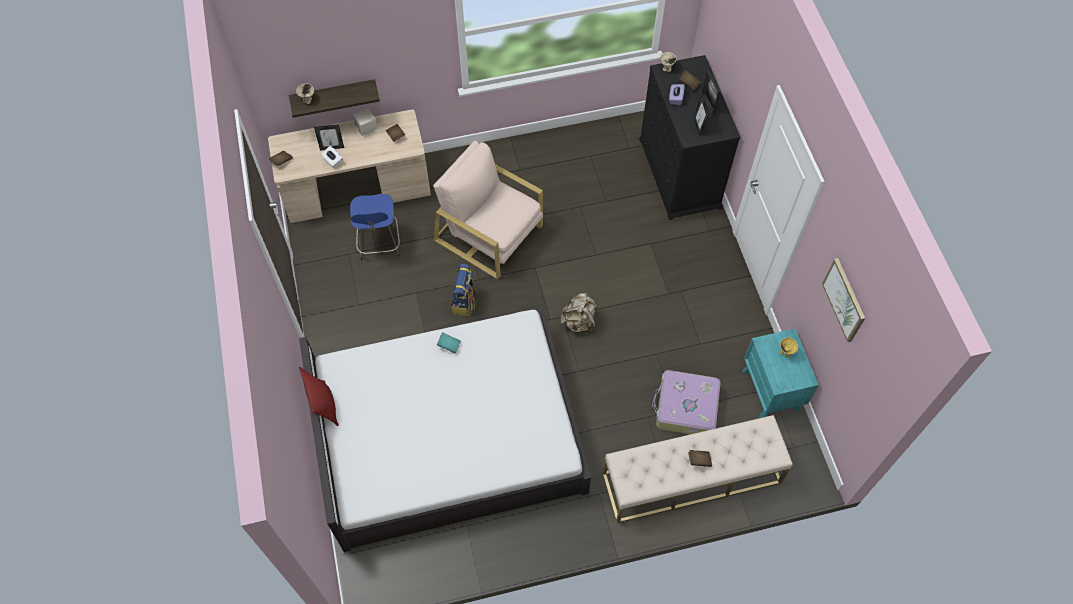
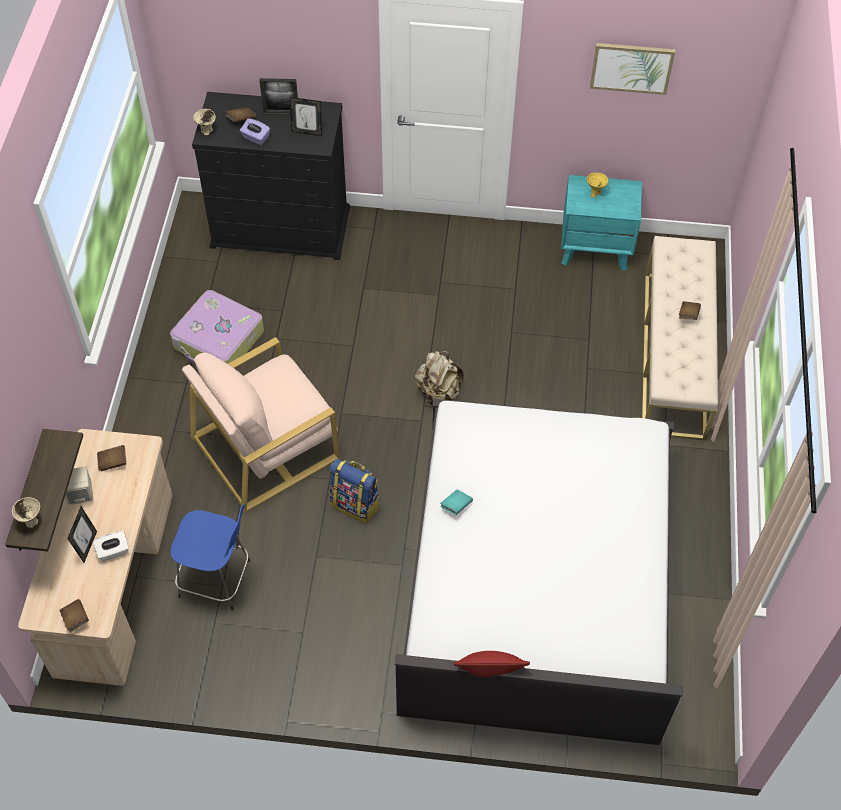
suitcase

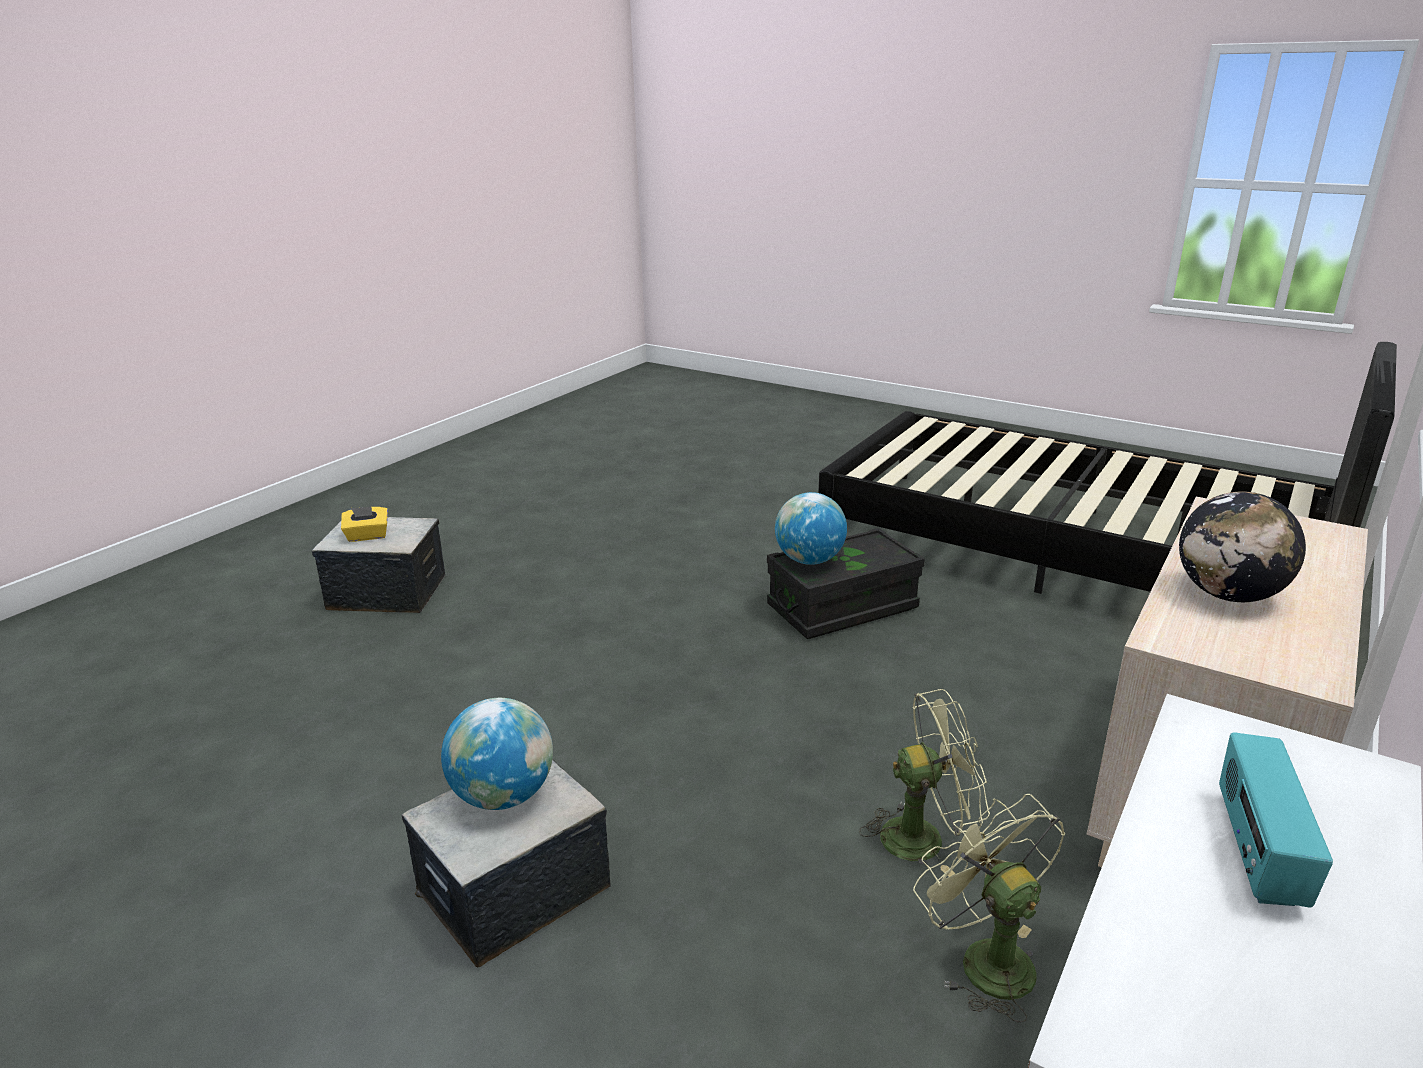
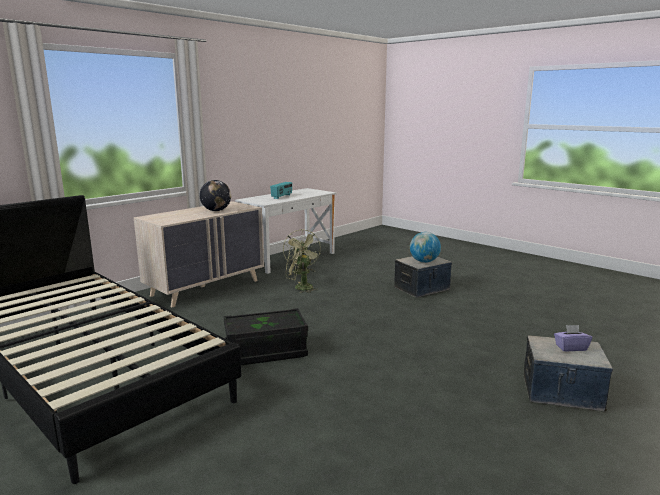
purple tissue box
globe (no. 2 from left in the first image)

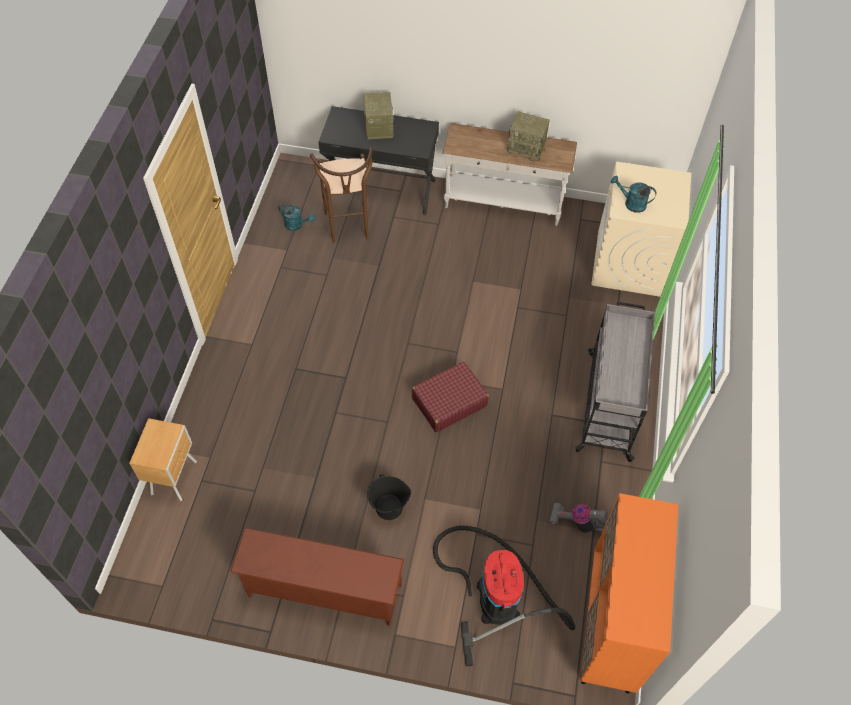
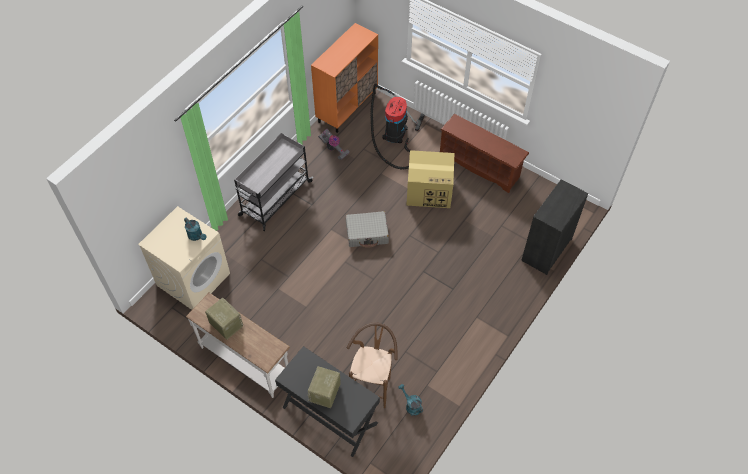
grey suitcase
cardboard box
black dresser

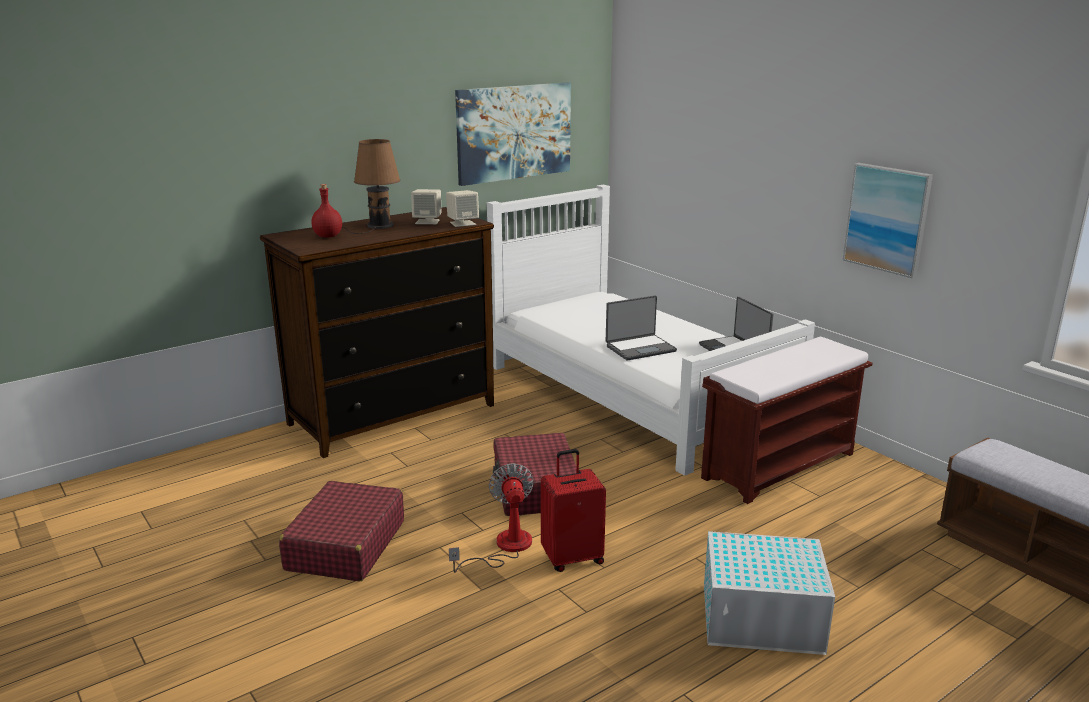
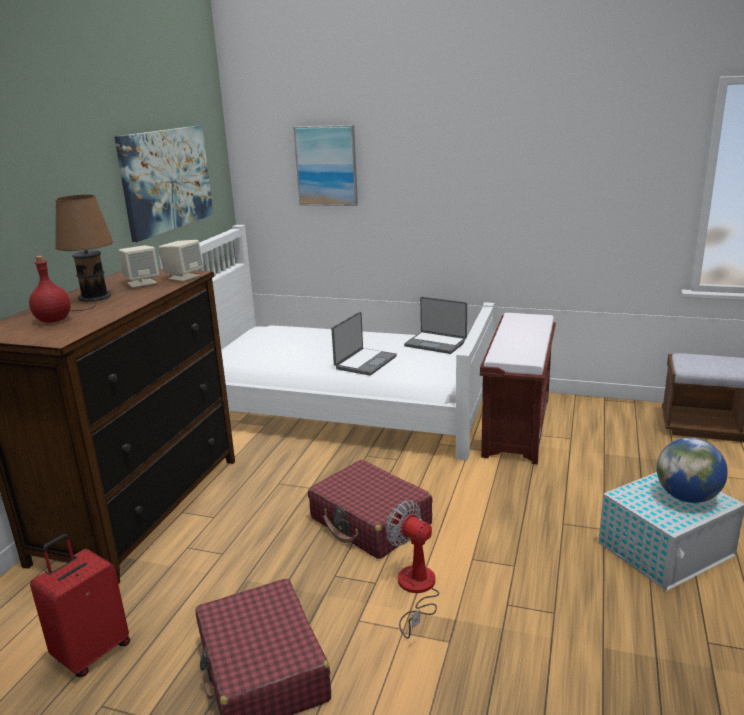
red suitcase (no. 1 from left)
picture (no. 2 from left)
globe

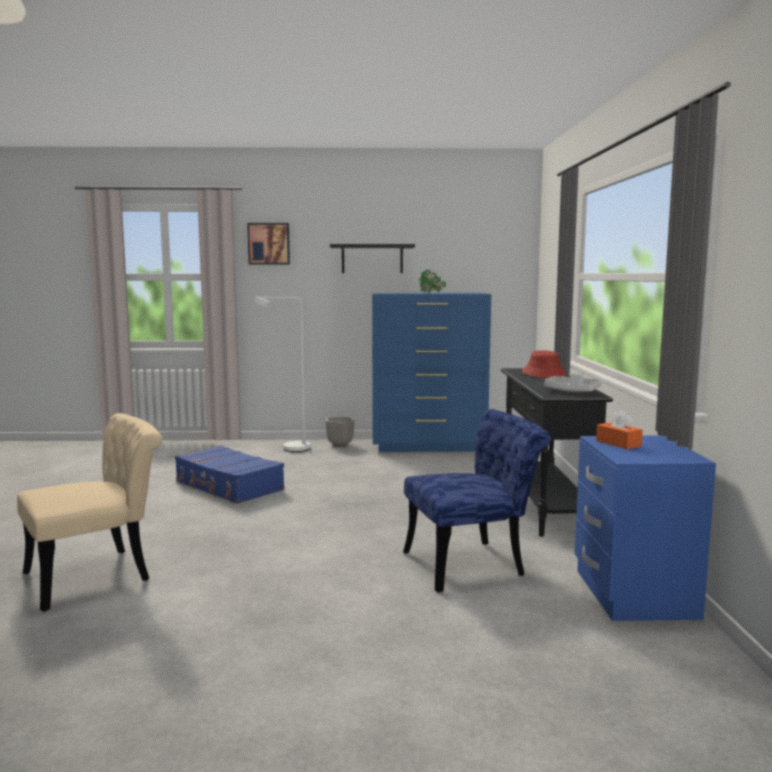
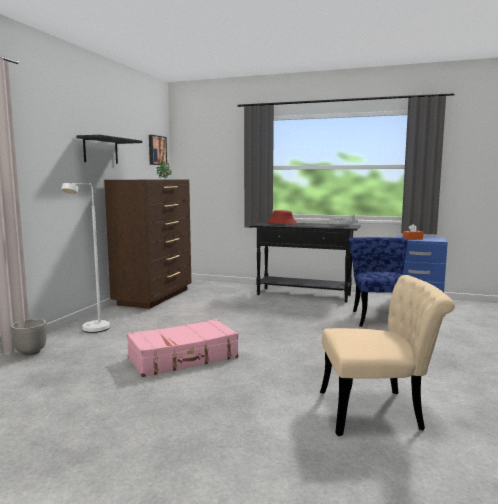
planter
brown dresser
pink suitcase
picture
beige chair

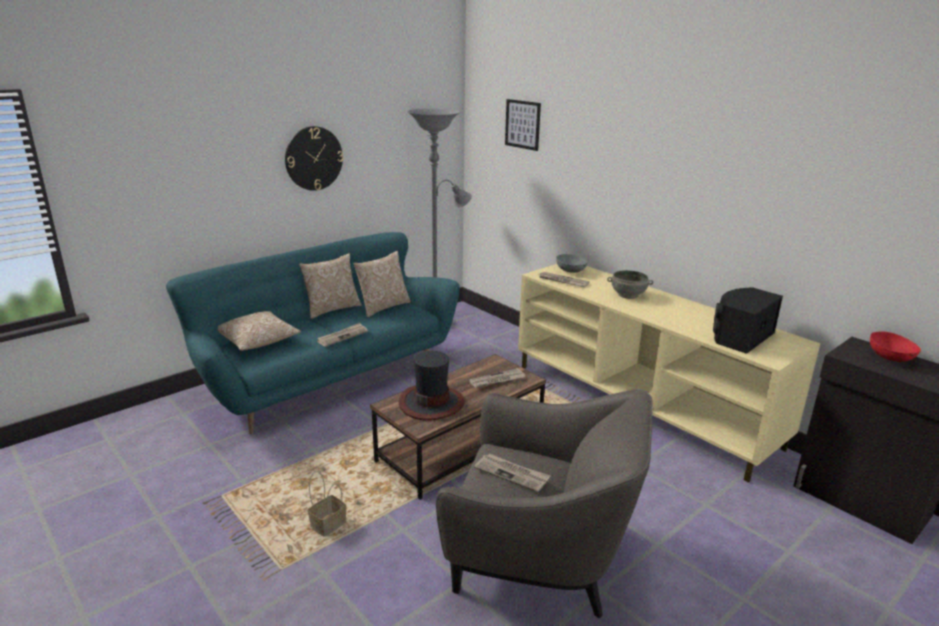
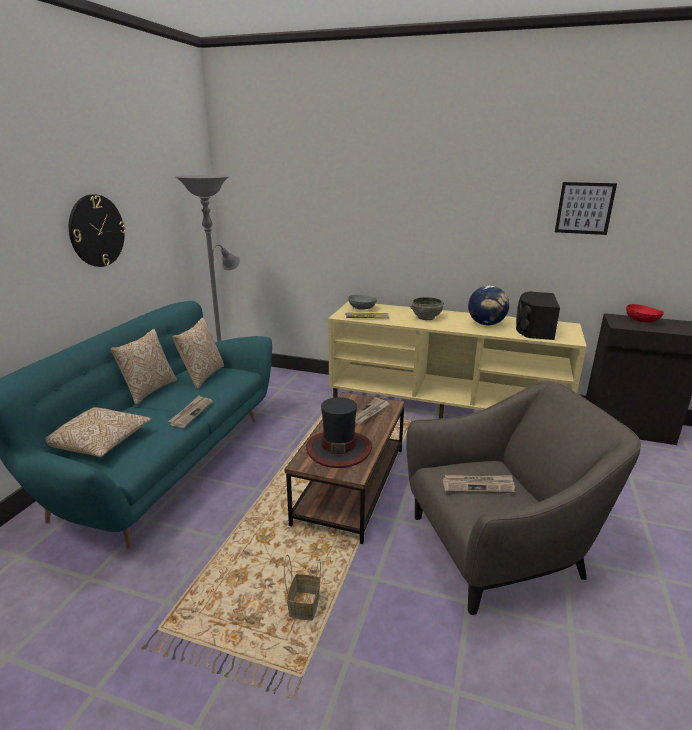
globe
picture

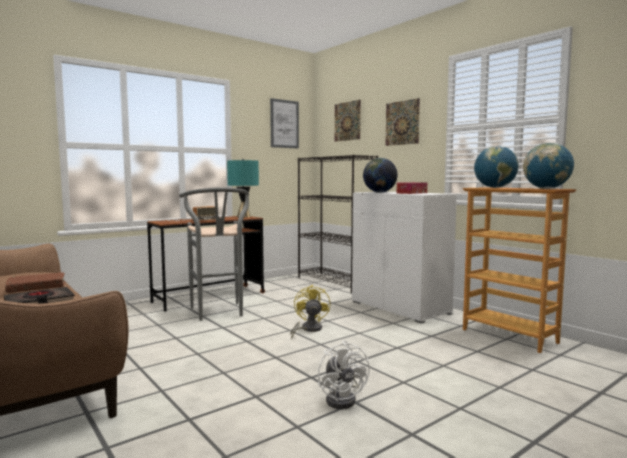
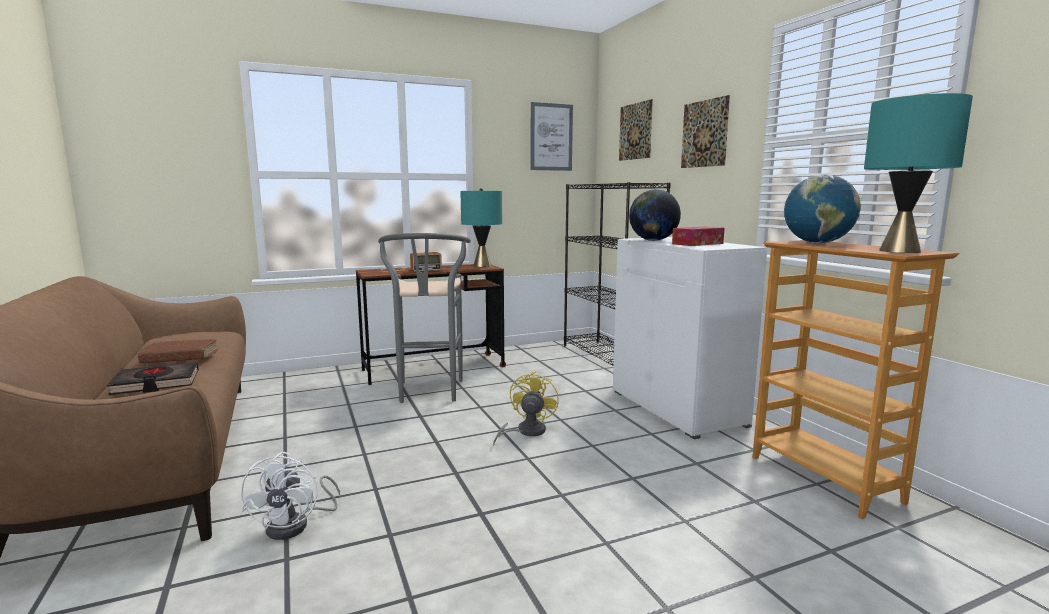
white fan
turquoise table lamp (no. 2 from left)

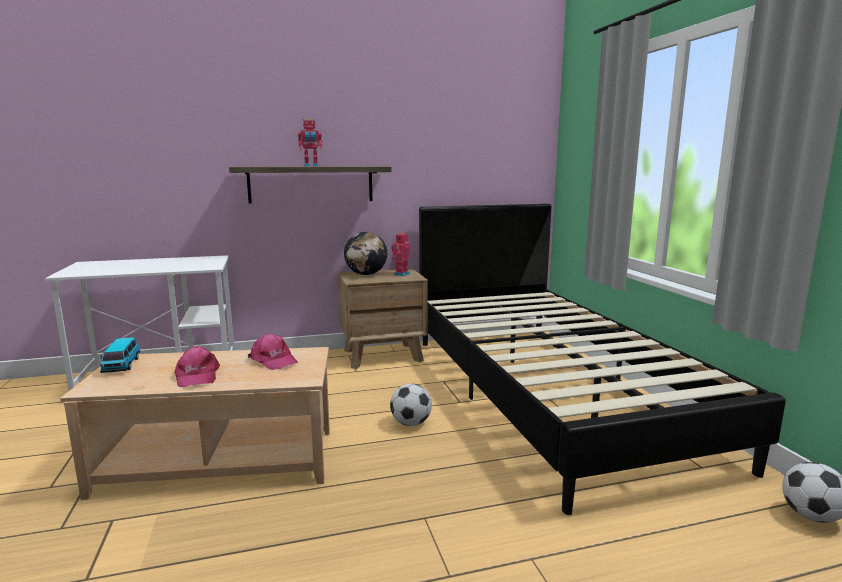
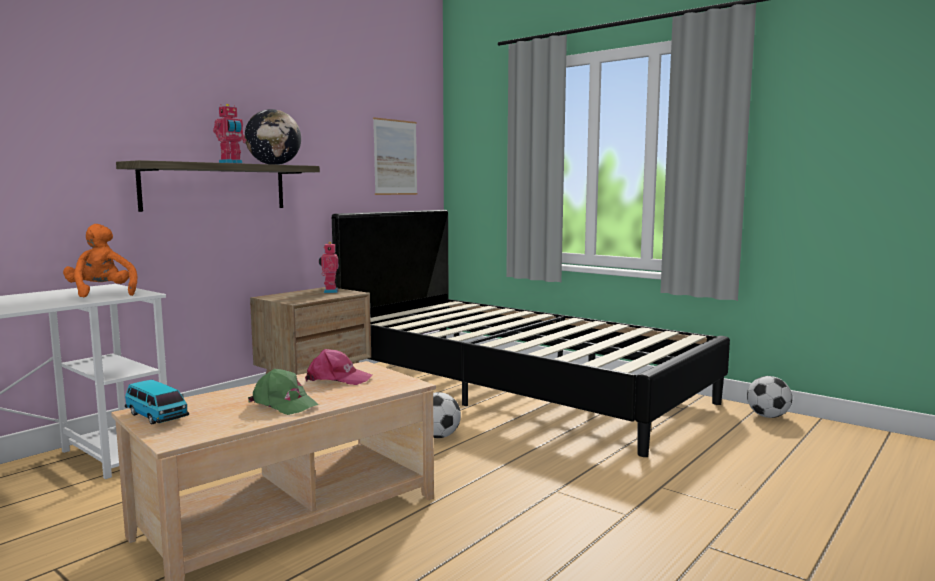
orange plush toy
globe
green cap
picture

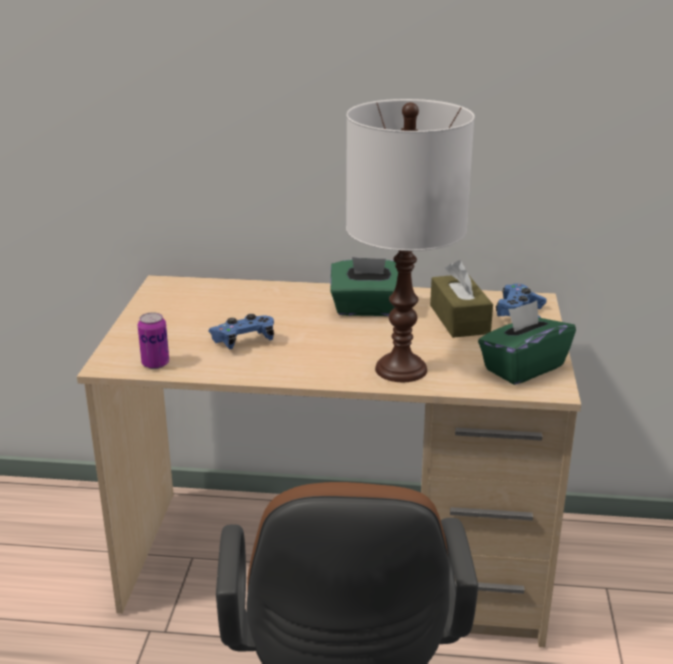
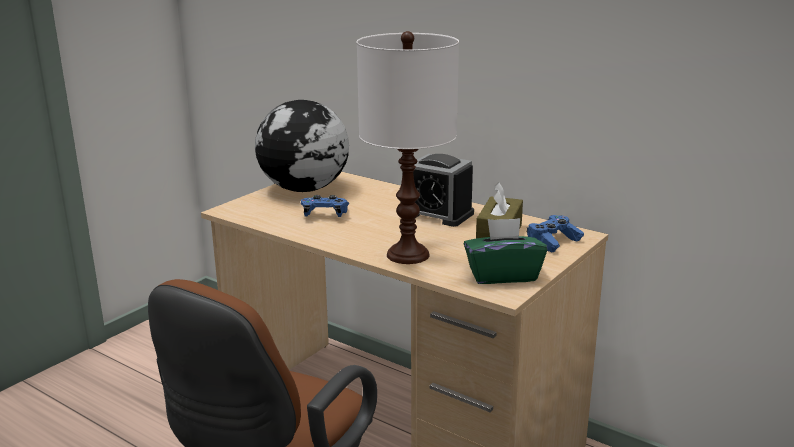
globe
alarm clock
can

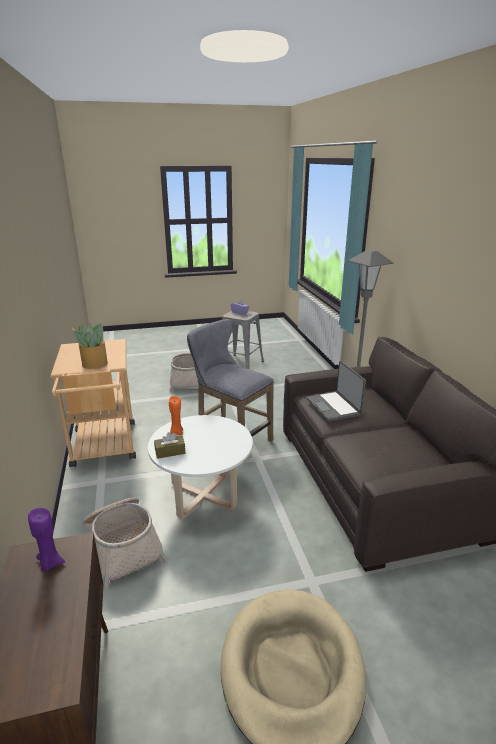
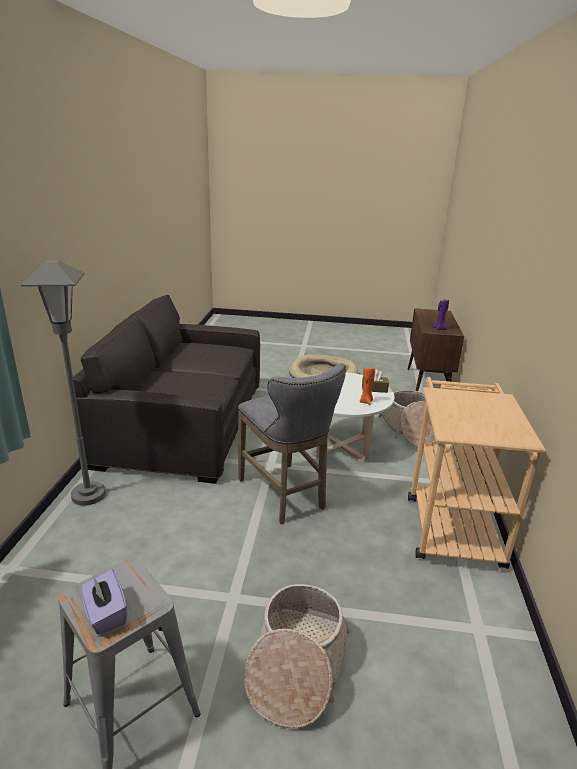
potted plant
laptop

